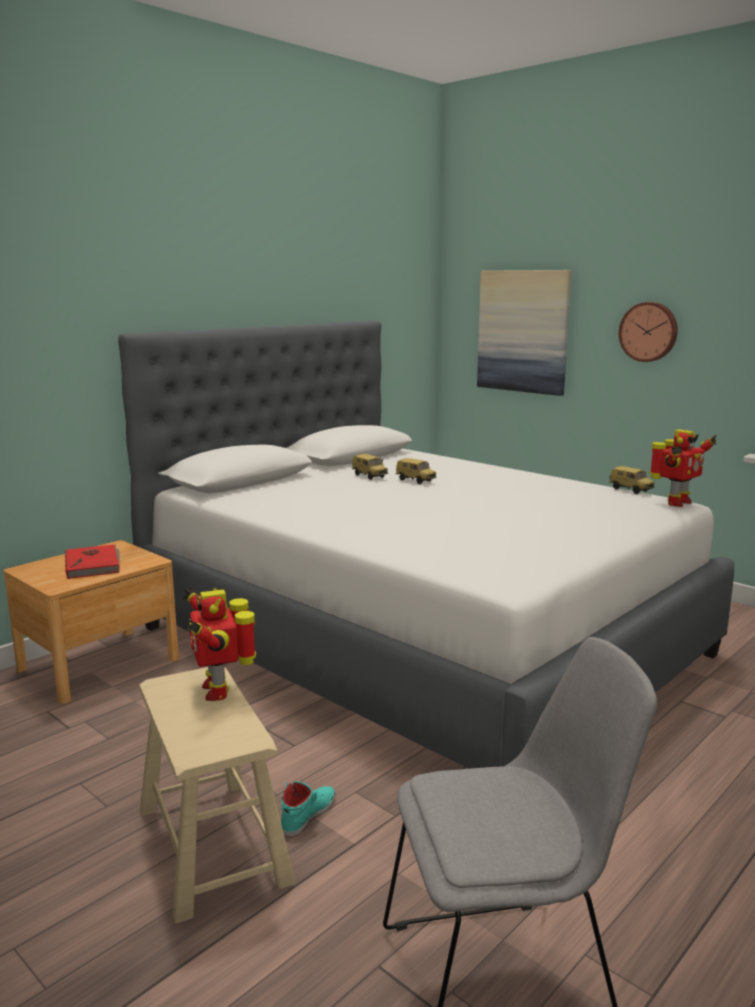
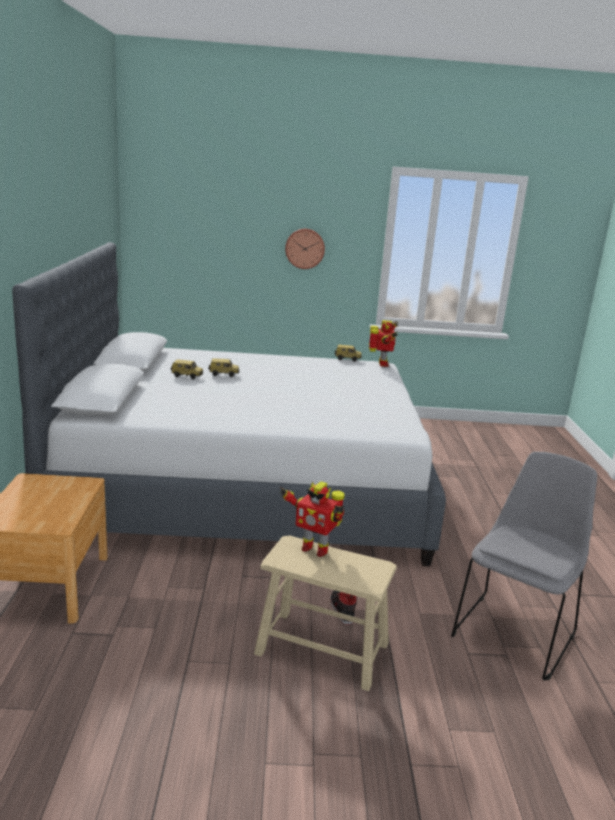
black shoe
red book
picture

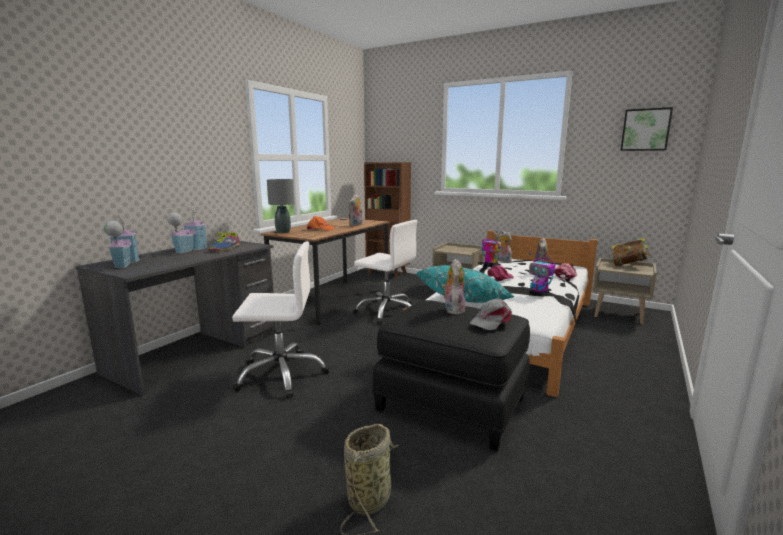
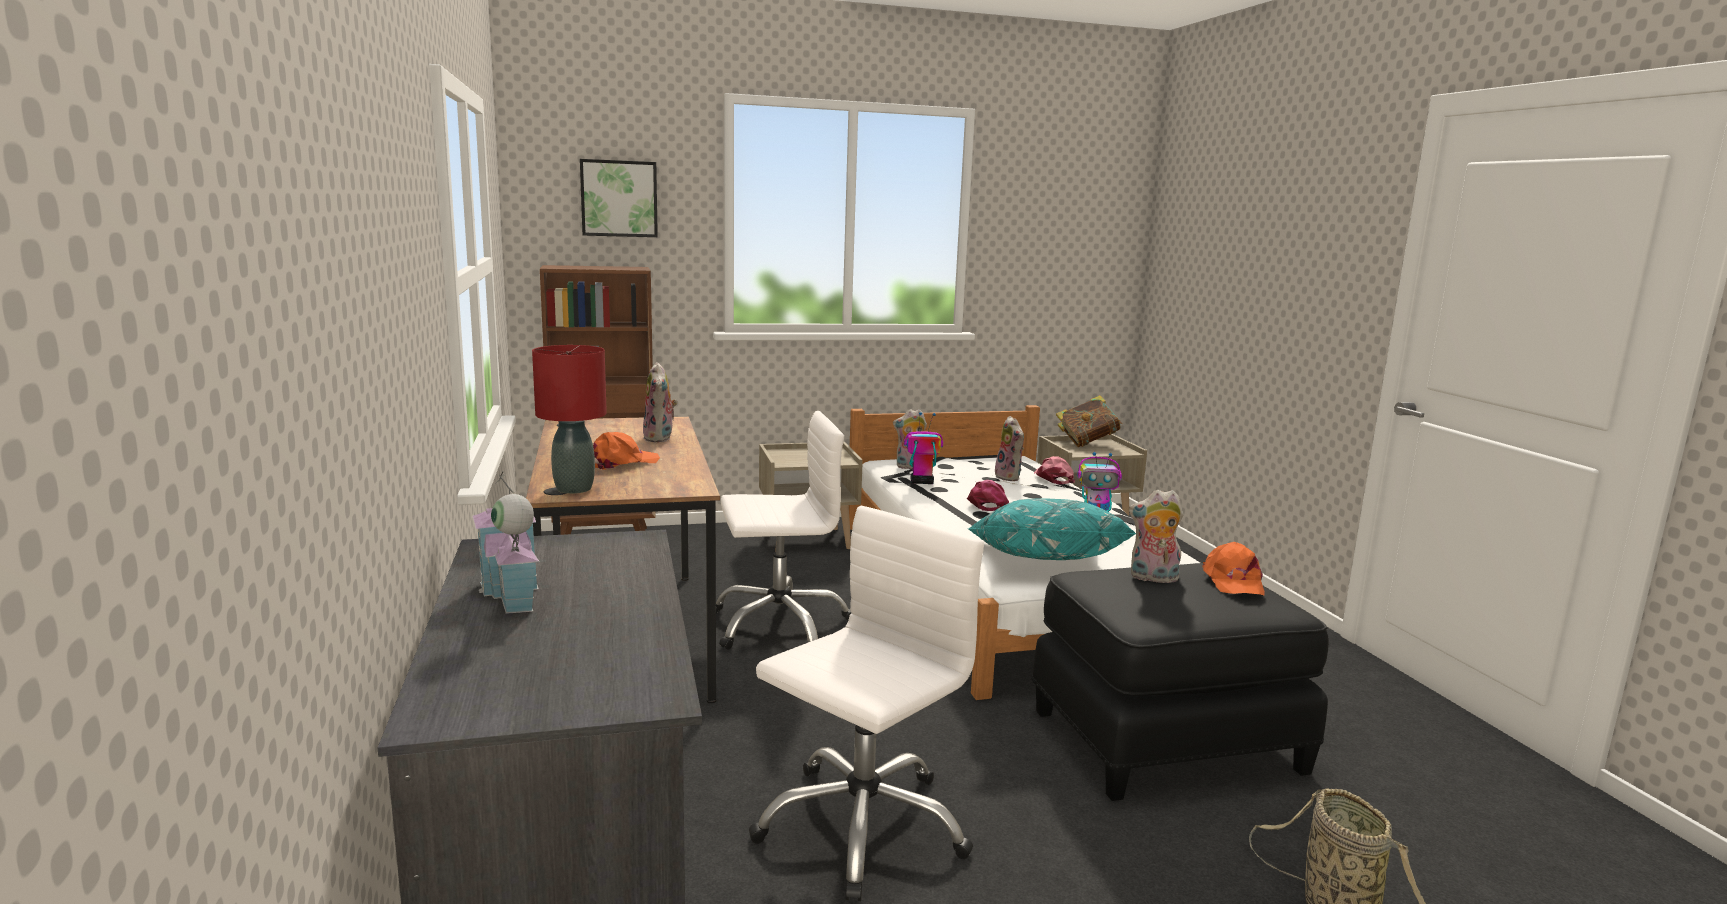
red table lamp
picture
plush toy (no. 4 from left)
orange cap (no. 2 from left)
toy house (no. 1 from left in the first image)
shoe

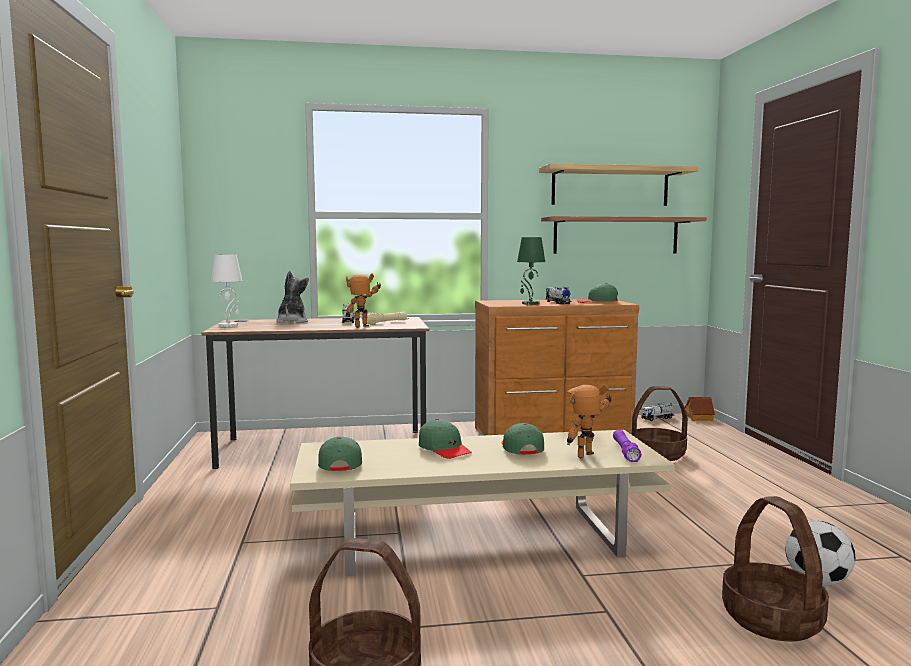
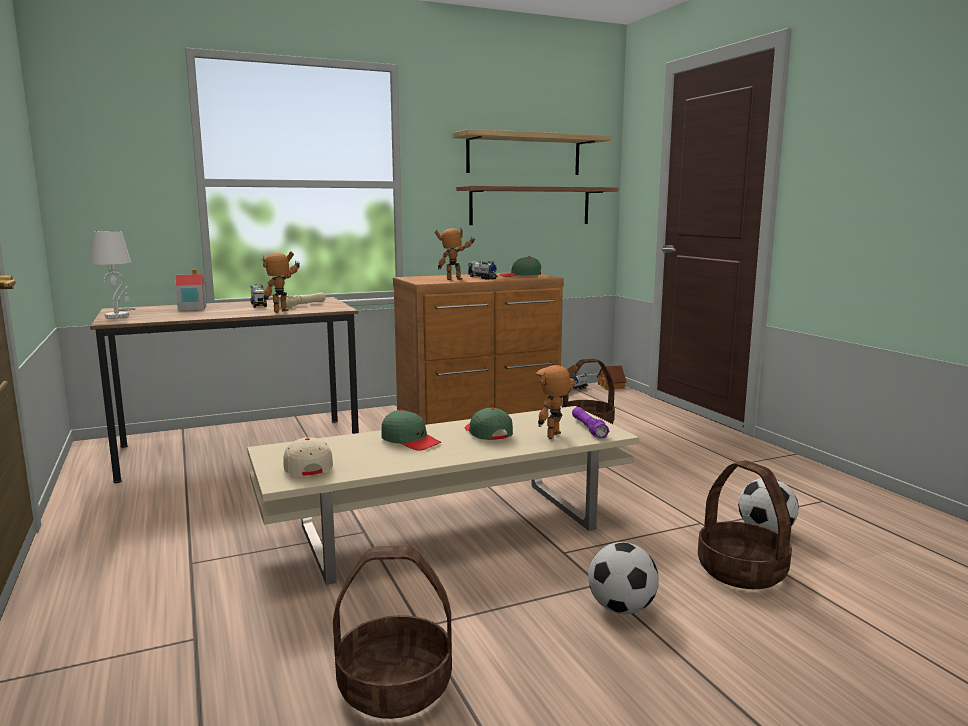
toy house (no. 1 from left)
beige cap
toy robot (no. 2 from left)
football (no. 1 from left)

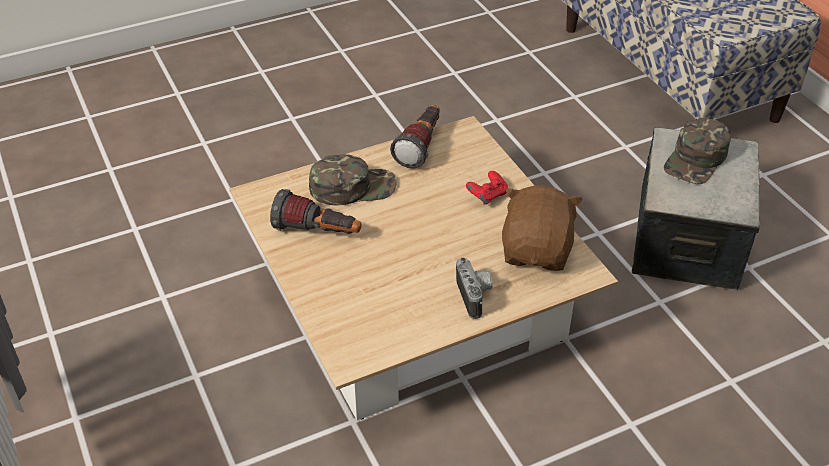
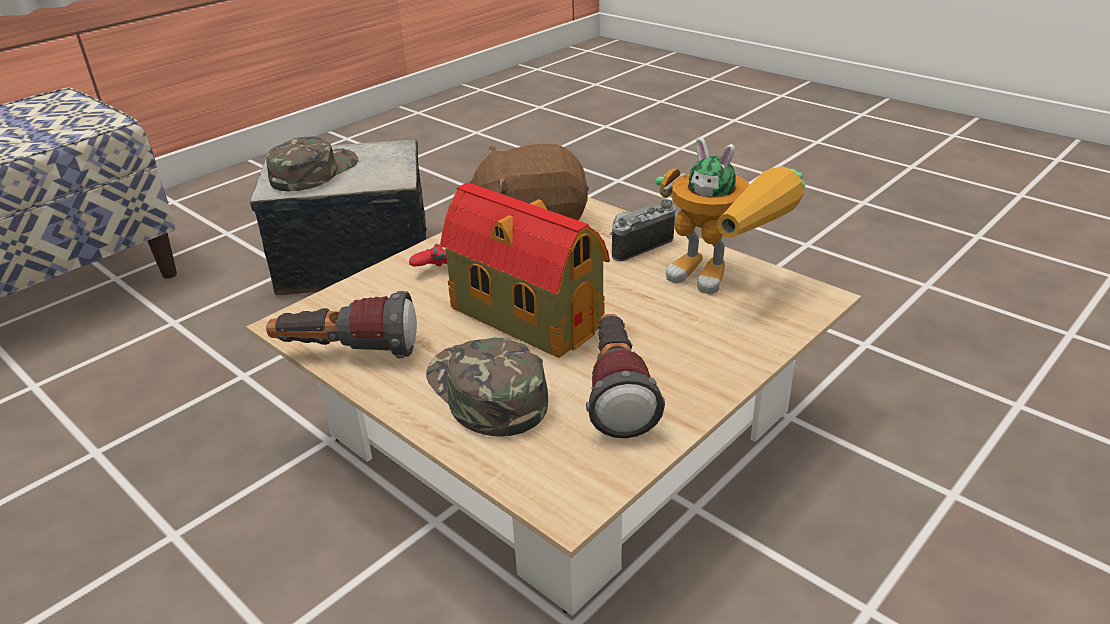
green cap (no. 1 from left)
toy house
toy robot

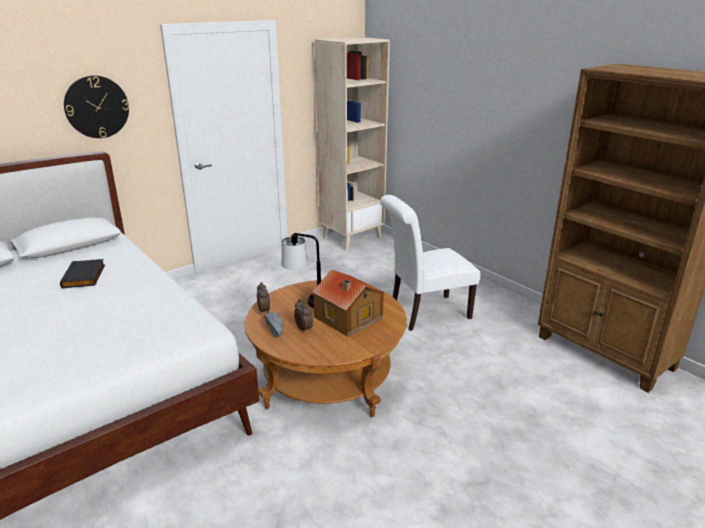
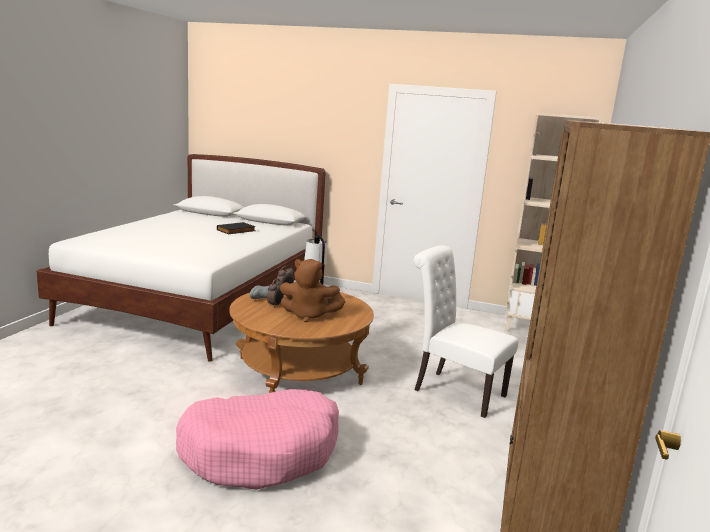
pink dog bed
brown plush toy
wall clock

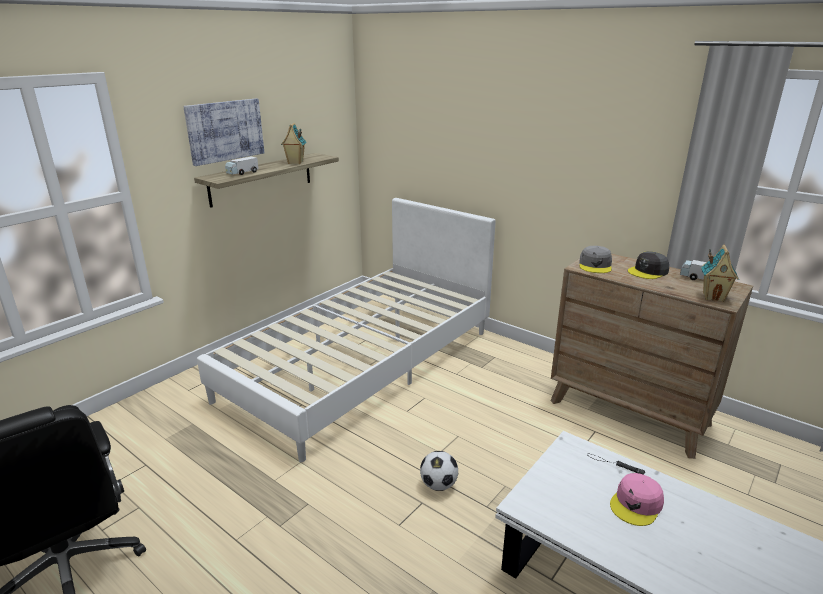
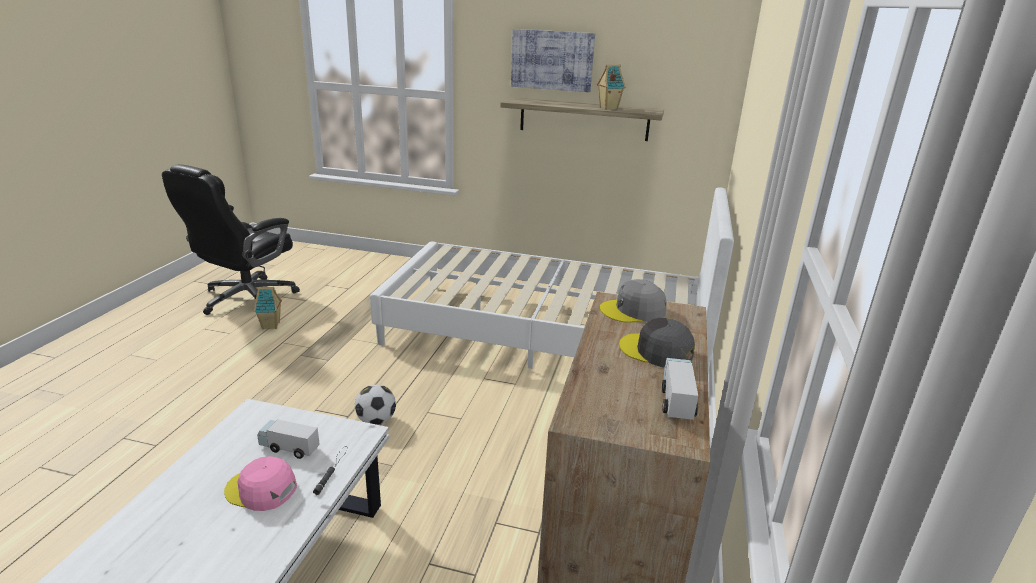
toy house (no. 1 from left)
toy truck (no. 1 from left)

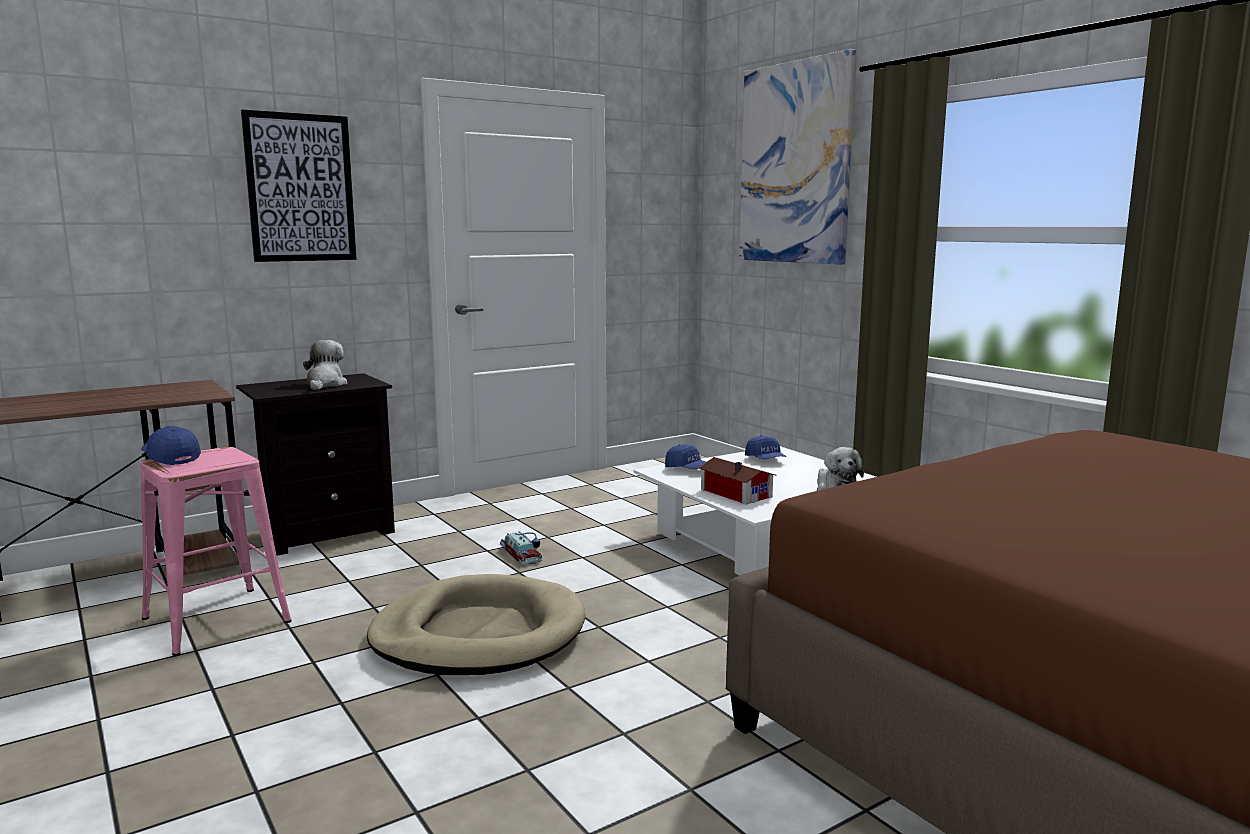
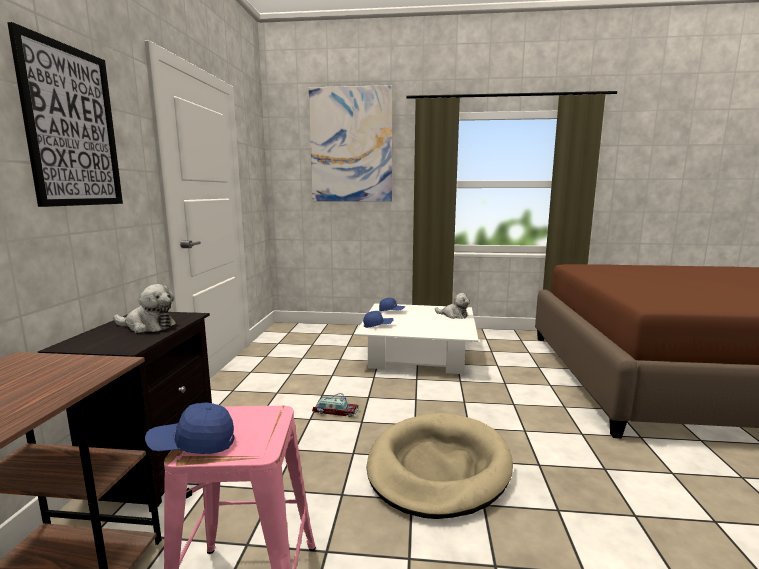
plush toy (no. 1 from left)
toy house

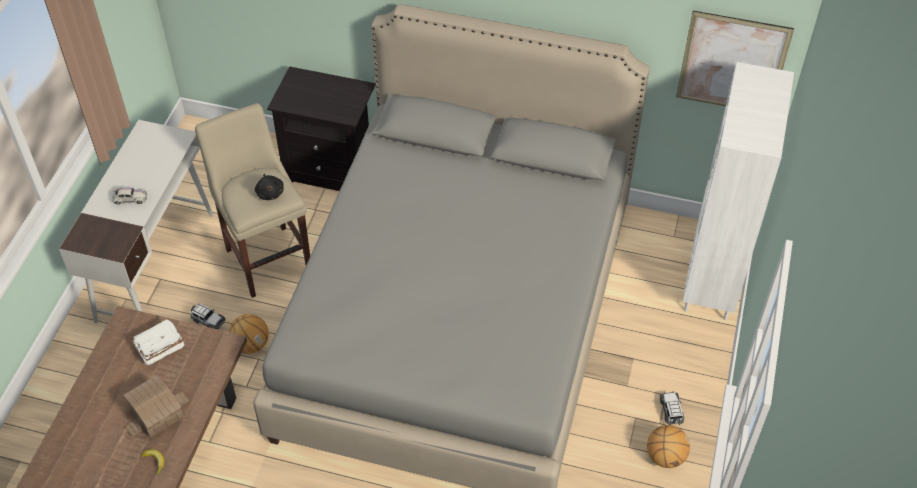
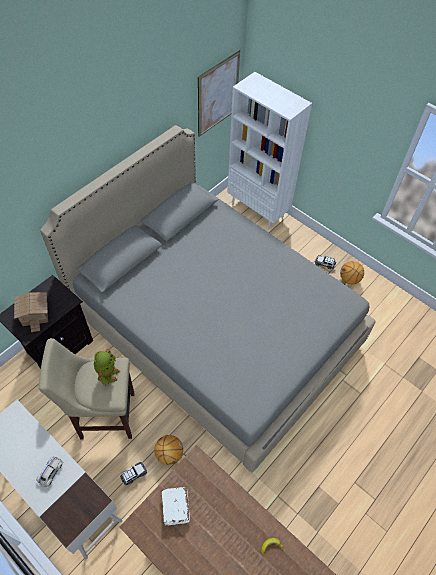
toy house
toy robot

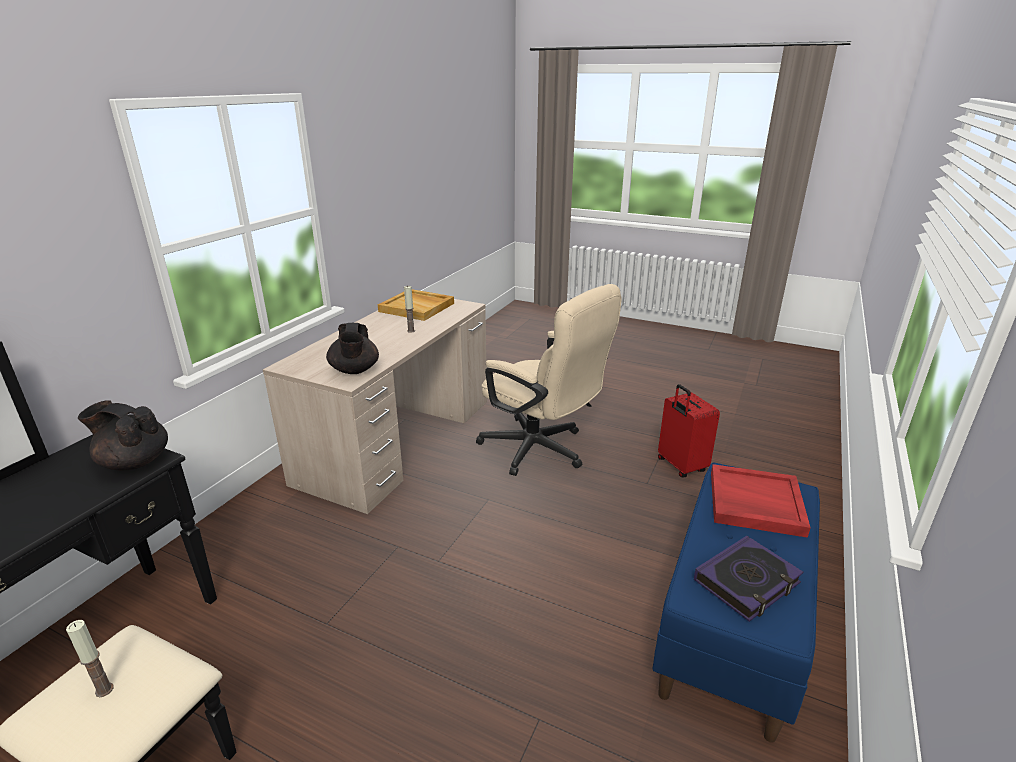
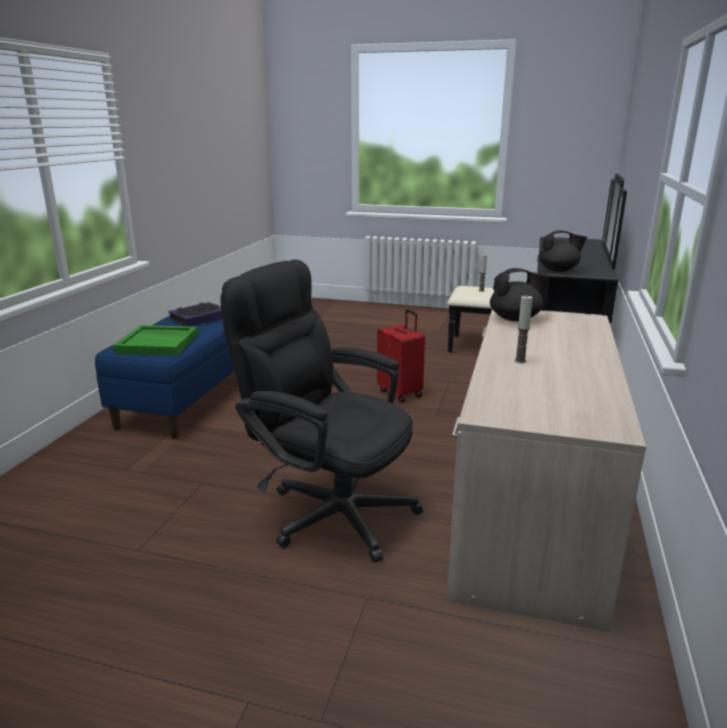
green tray
black office chair
red suitcase
black teapot (no. 1 from left)
beige tray

